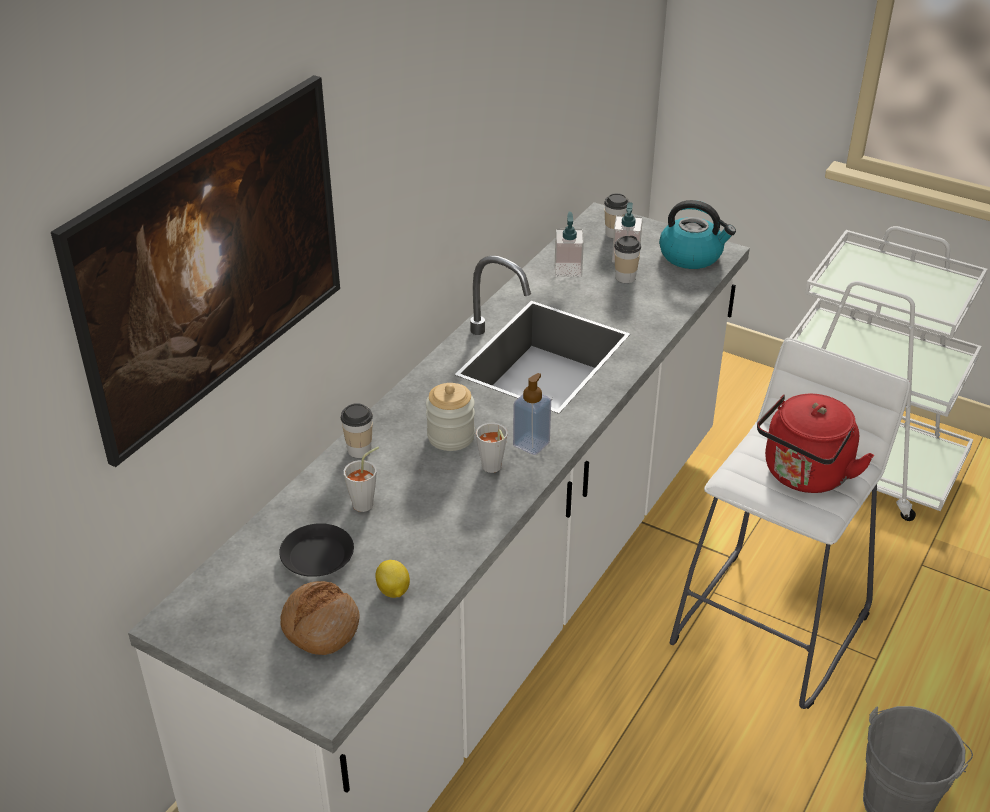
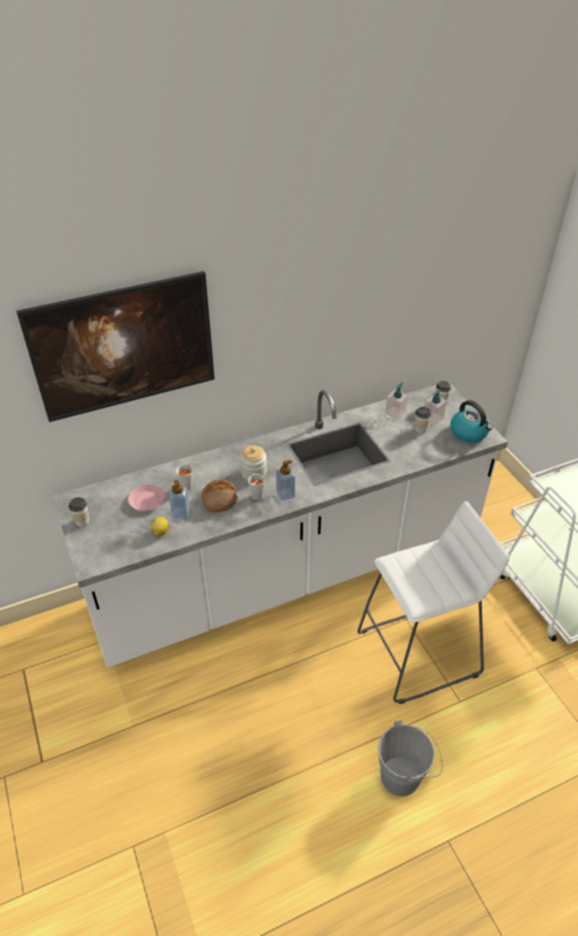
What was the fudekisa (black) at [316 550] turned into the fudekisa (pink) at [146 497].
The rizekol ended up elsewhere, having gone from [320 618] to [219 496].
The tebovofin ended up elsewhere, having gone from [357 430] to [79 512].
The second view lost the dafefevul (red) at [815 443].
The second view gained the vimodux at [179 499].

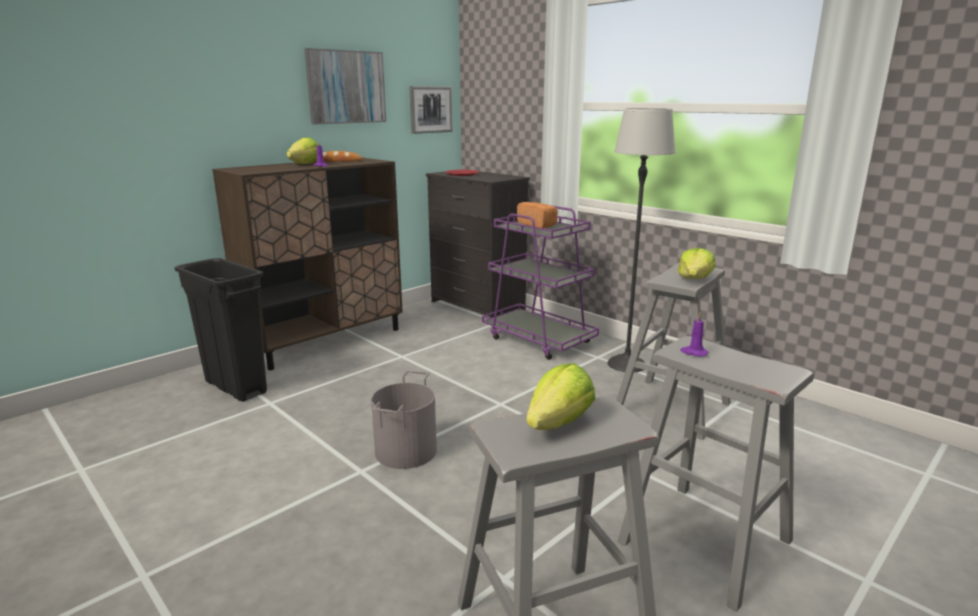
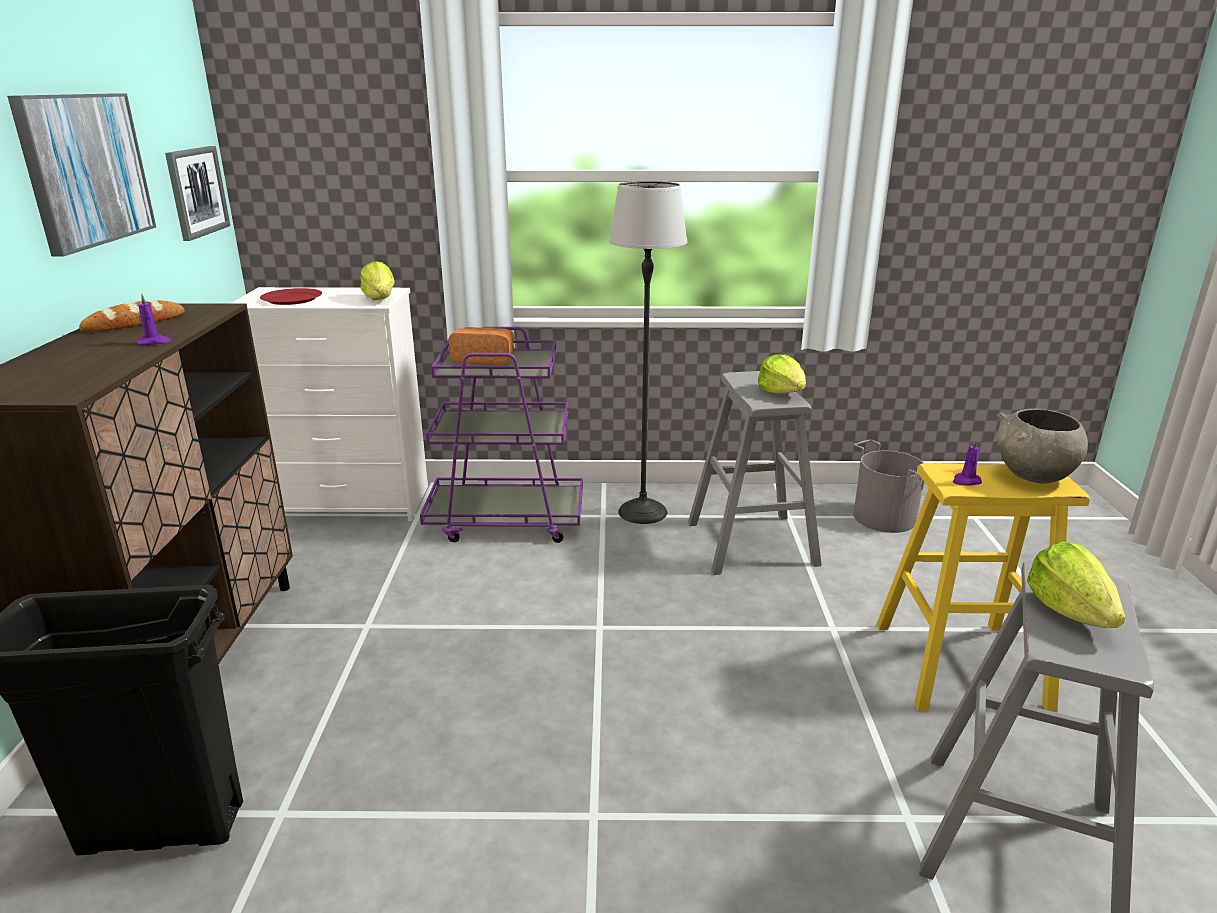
The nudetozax ended up elsewhere, having gone from [302 150] to [377 280].
The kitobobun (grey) ended up elsewhere, having gone from [404 419] to [888 486].
What was the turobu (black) at [478 243] turned into the turobu (white) at [329 404].
What was the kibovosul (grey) at [716 474] turned into the kibovosul (yellow) at [983 587].
The second view gained the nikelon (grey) at [1041 446].

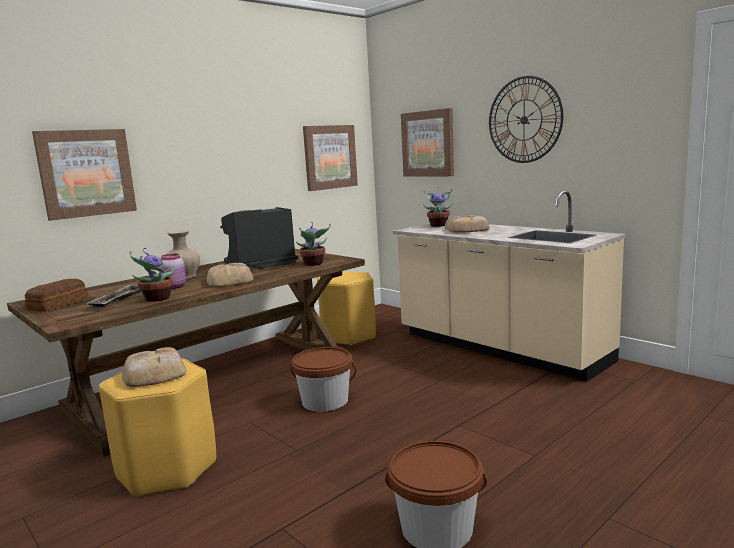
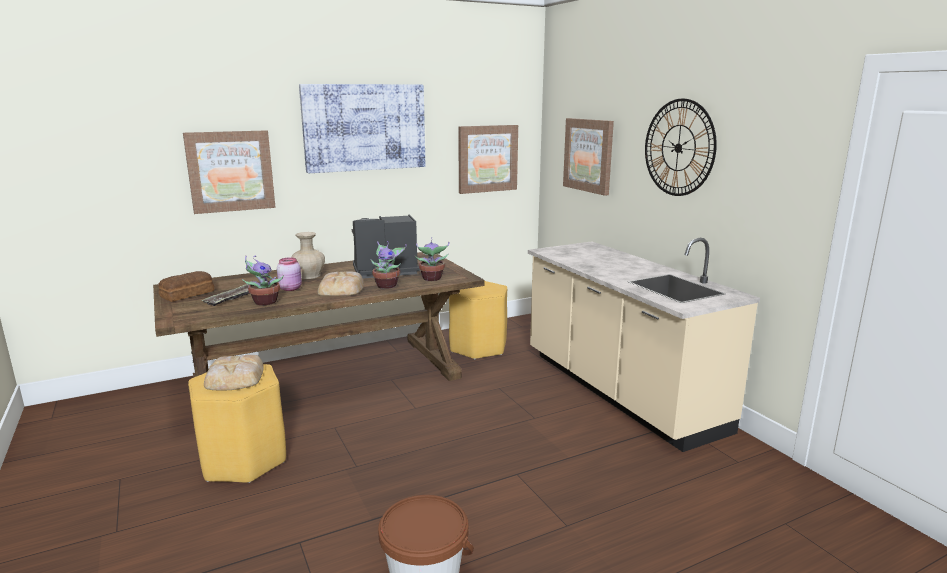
The second view lost the kitobobun (brown) at [323 379].
The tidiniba ended up elsewhere, having gone from [438 207] to [389 265].
The second view lost the rizekol at [467 224].
The second view gained the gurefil at [362 128].

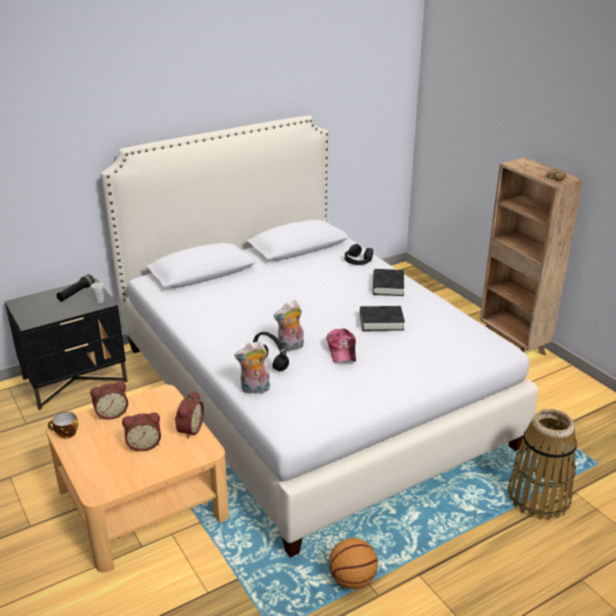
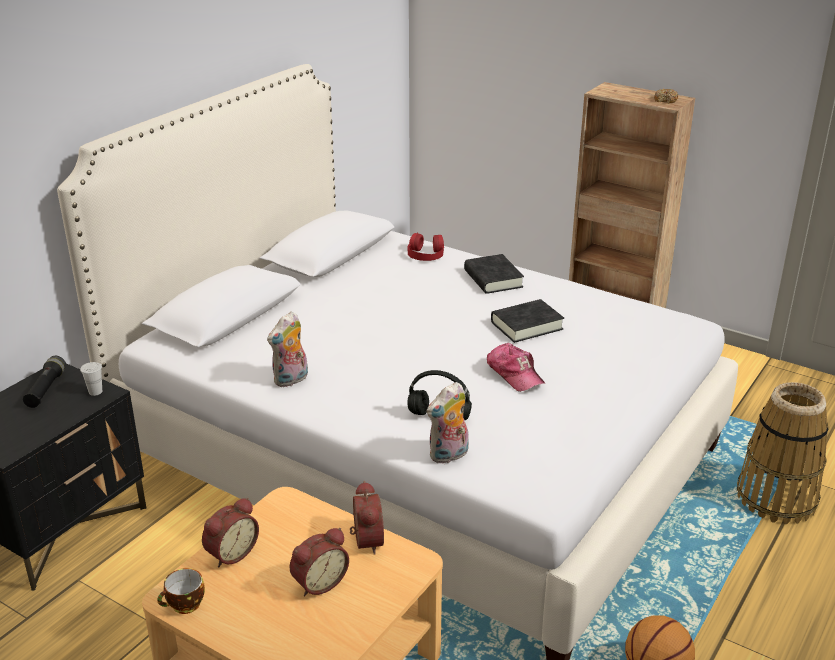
The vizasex ended up elsewhere, having gone from [288 325] to [287 349].
What was the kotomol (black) at [359 254] turned into the kotomol (red) at [425 247].

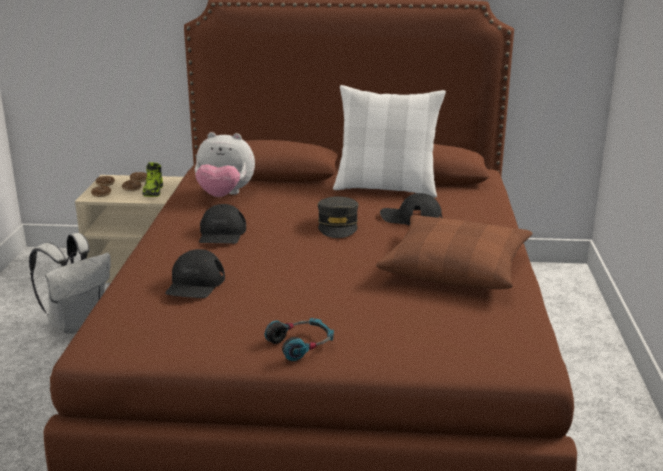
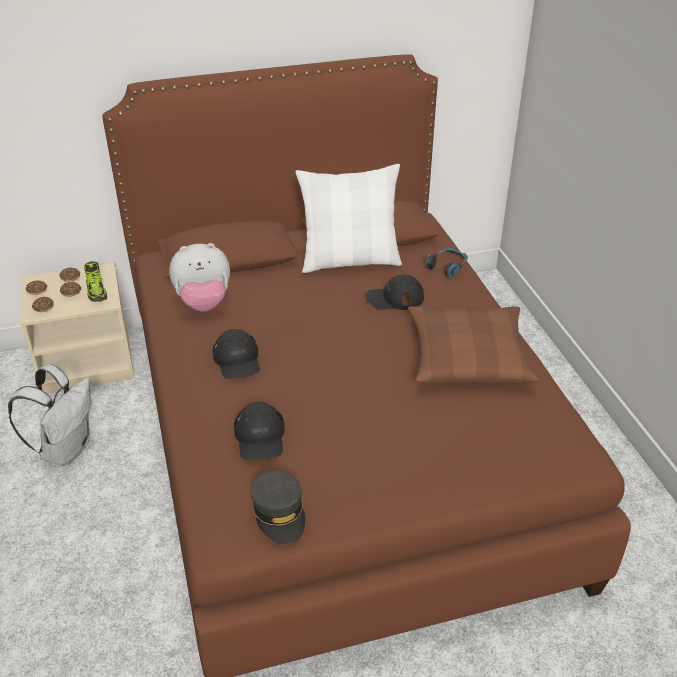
The kotomol ended up elsewhere, having gone from [299 339] to [446 263].
The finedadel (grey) ended up elsewhere, having gone from [338 217] to [278 507].

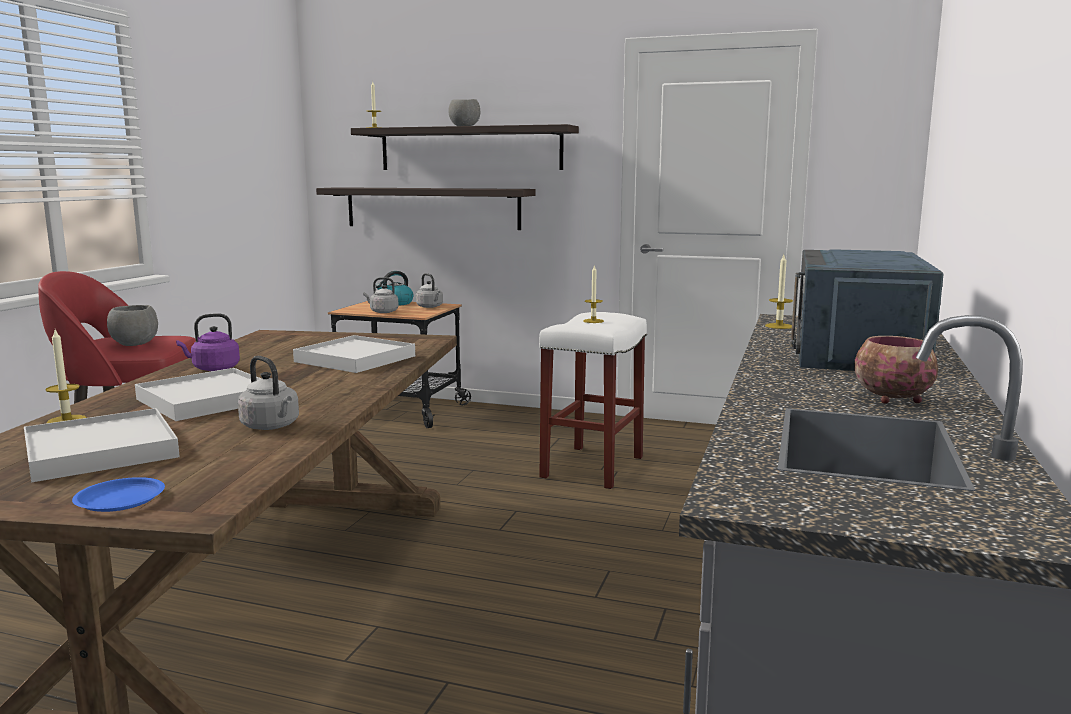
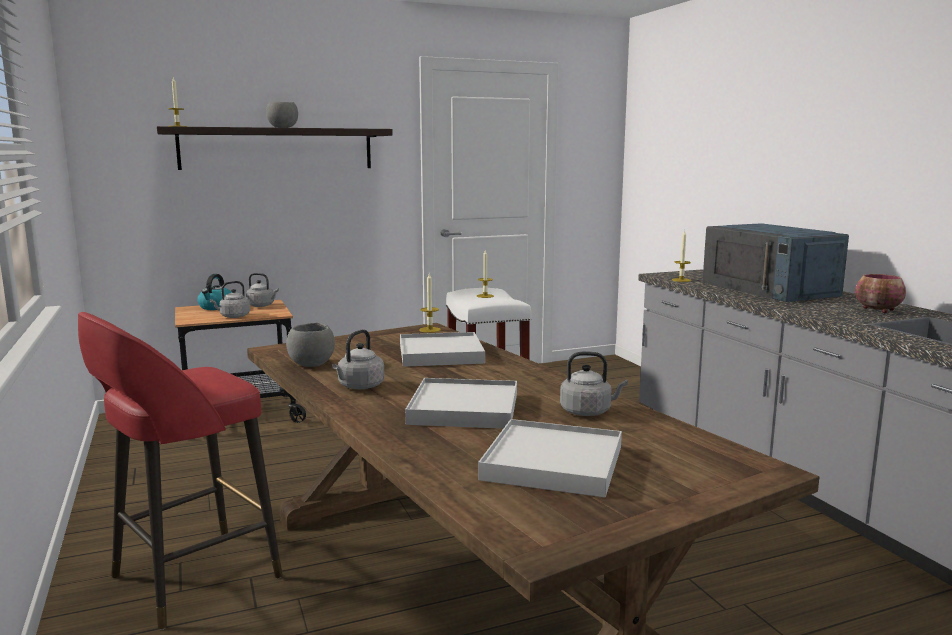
The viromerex ended up elsewhere, having gone from [66 376] to [430 303].
The second view lost the fudekisa (blue) at [118 494].
The nikelon (grey) ended up elsewhere, having gone from [132 325] to [310 345].
What was the dafefevul (purple) at [208 342] turned into the dafefevul (grey) at [358 359].
The second view lost the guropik at [426 208].

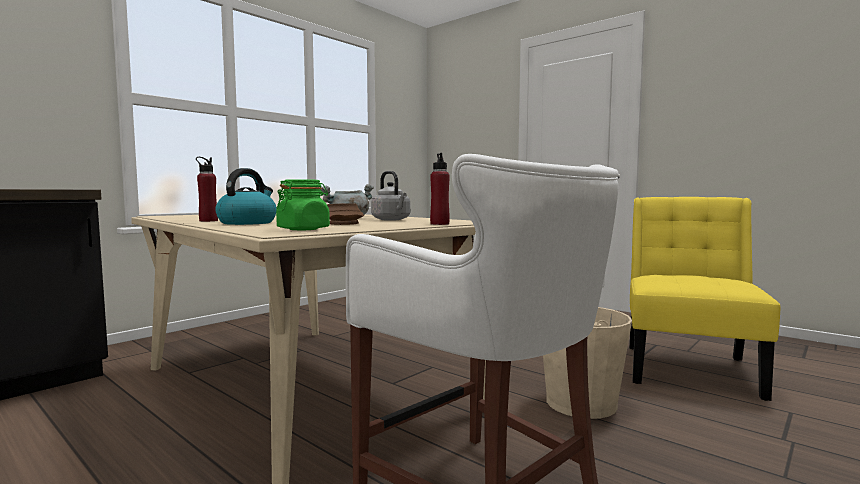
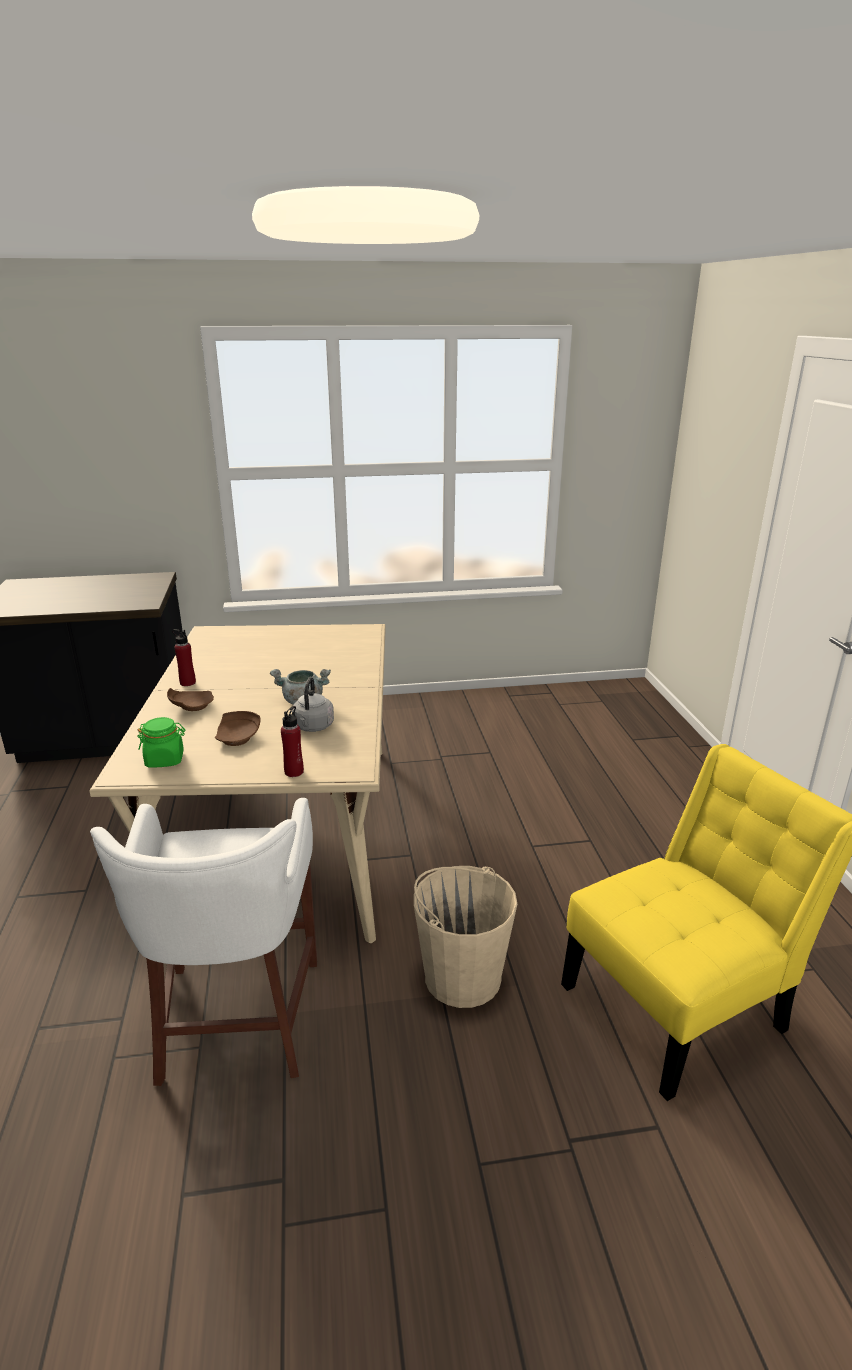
Where the dafefevul stood at [246 196], the fudekisa (brown) came to stand at [190 699].

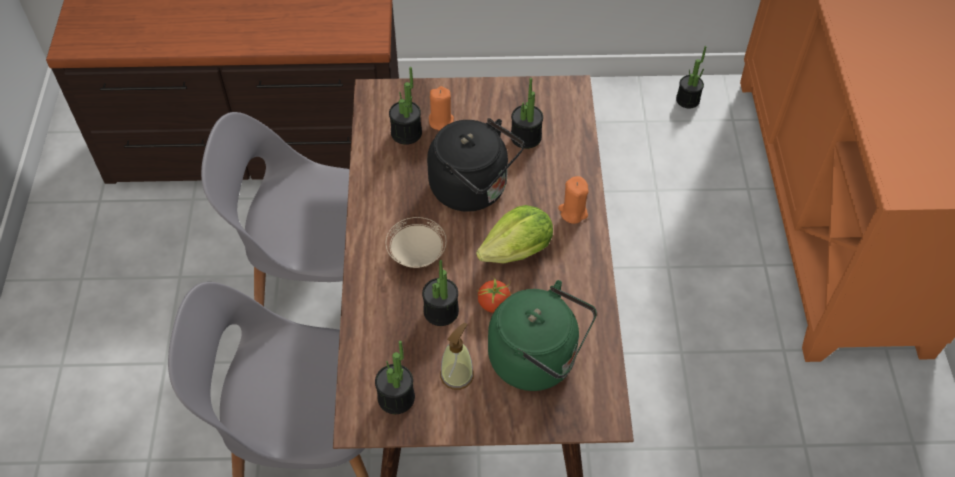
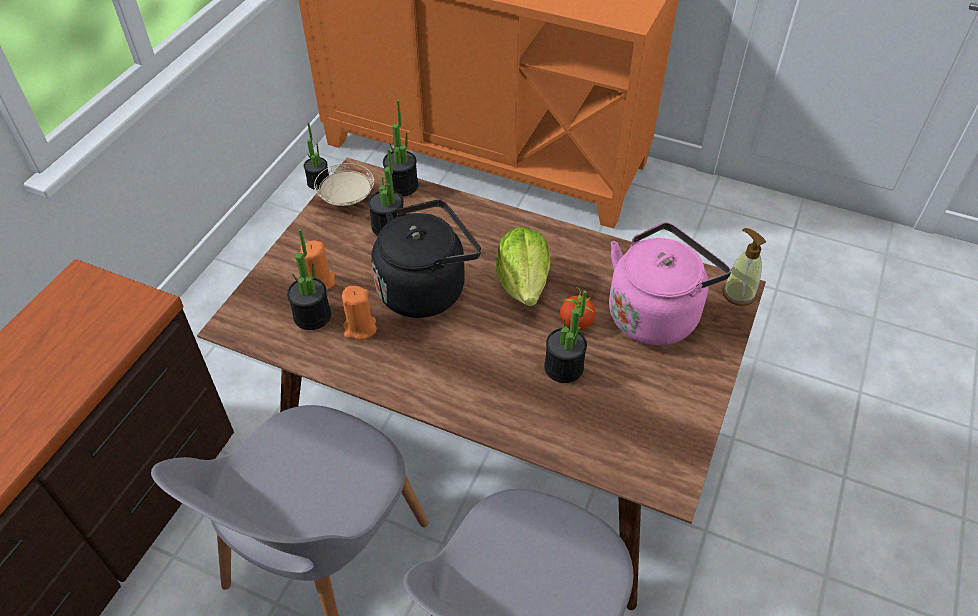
The tidiniba ended up elsewhere, having gone from [395 377] to [400 148].
The fudekisa (beige) ended up elsewhere, having gone from [416 242] to [344 184].
The vimodux ended up elsewhere, having gone from [457 356] to [744 267].
What was the dafefevul (green) at [542 335] turned into the dafefevul (pink) at [670 284].
The viromerex (orange) ended up elsewhere, having gone from [573 200] to [359 313].

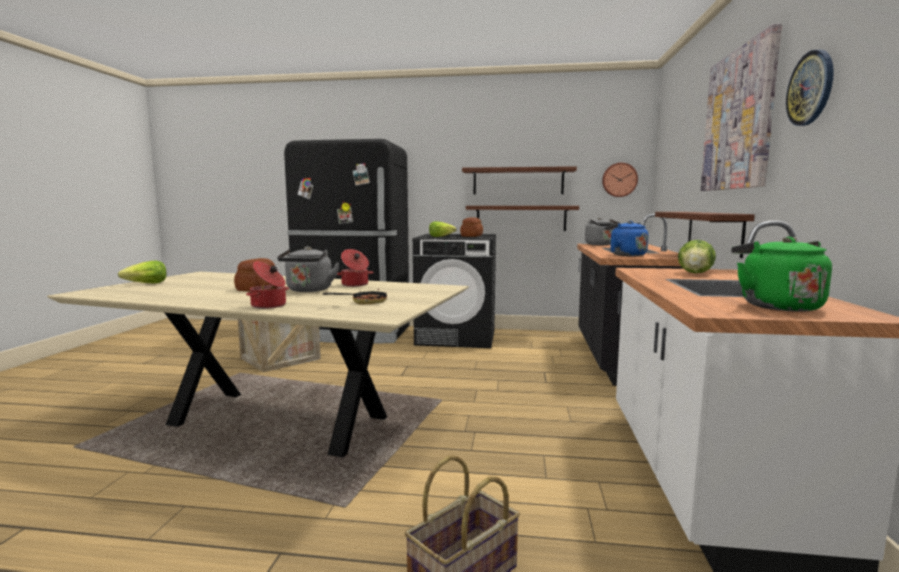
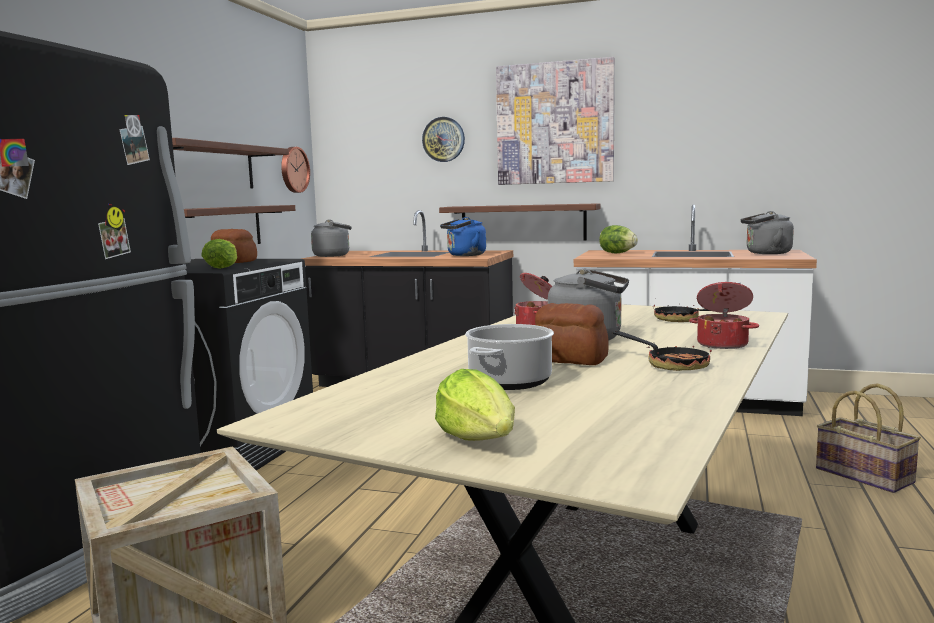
What was the dafefevul (green) at [781 274] turned into the dafefevul (grey) at [767 232].
The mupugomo ended up elsewhere, having gone from [810 88] to [443 139].
The second view gained the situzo at [509 357].
The second view gained the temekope at [662 351].

